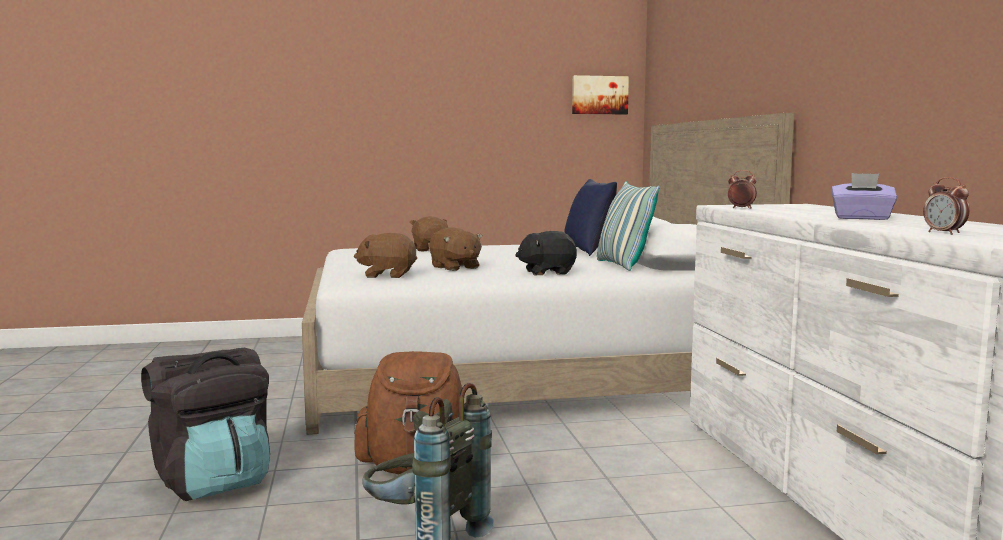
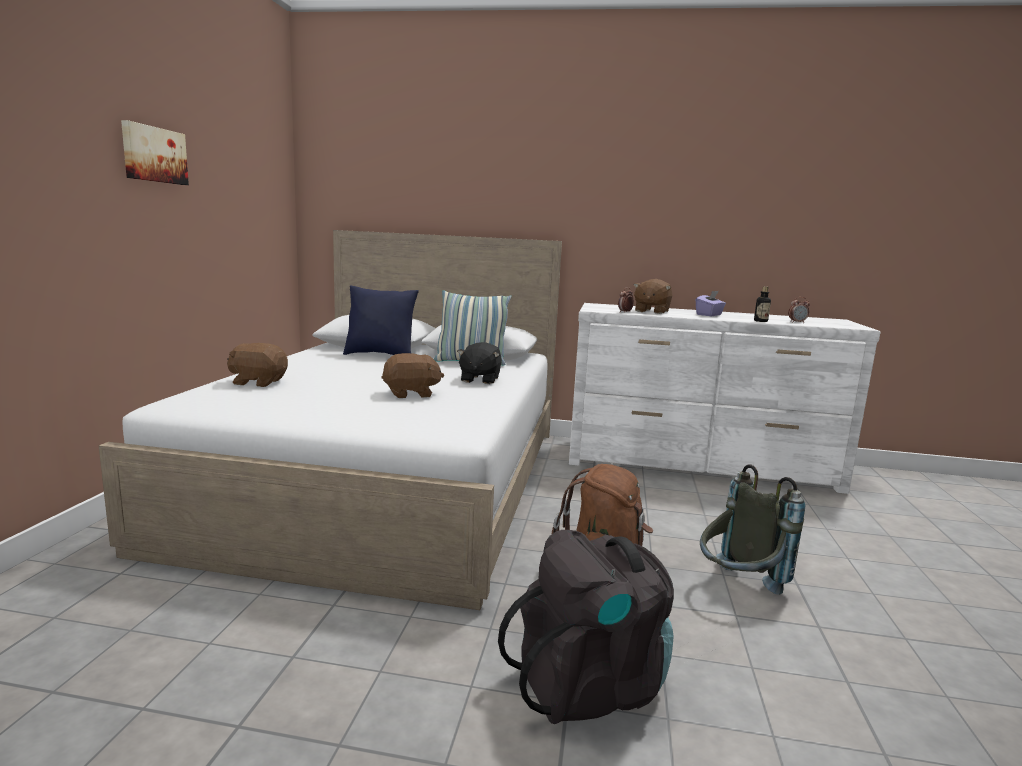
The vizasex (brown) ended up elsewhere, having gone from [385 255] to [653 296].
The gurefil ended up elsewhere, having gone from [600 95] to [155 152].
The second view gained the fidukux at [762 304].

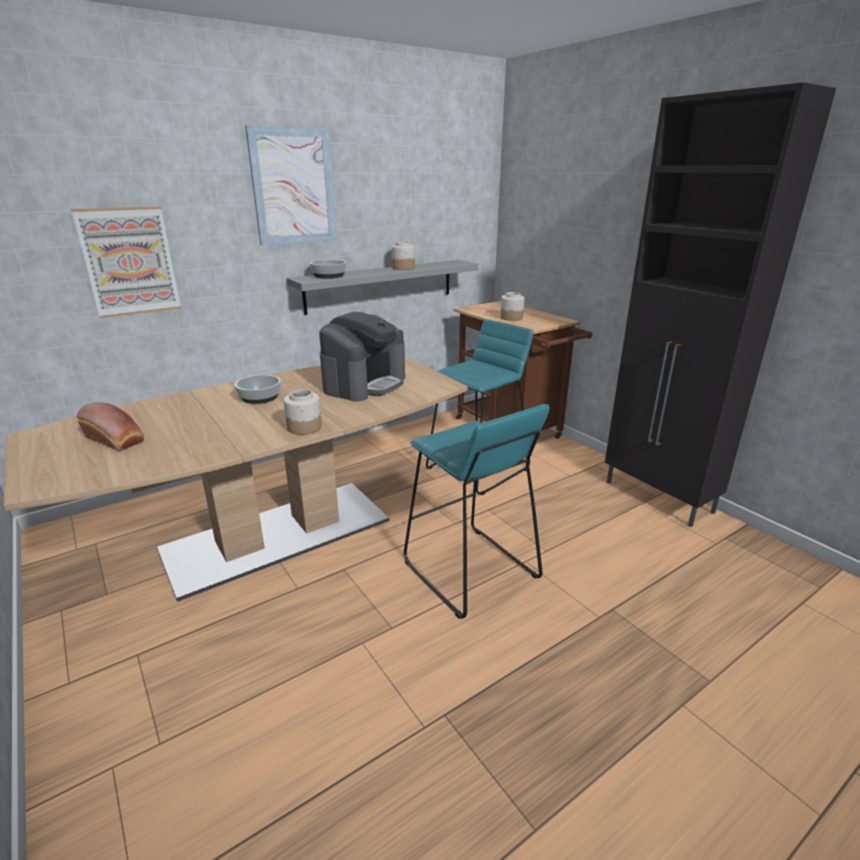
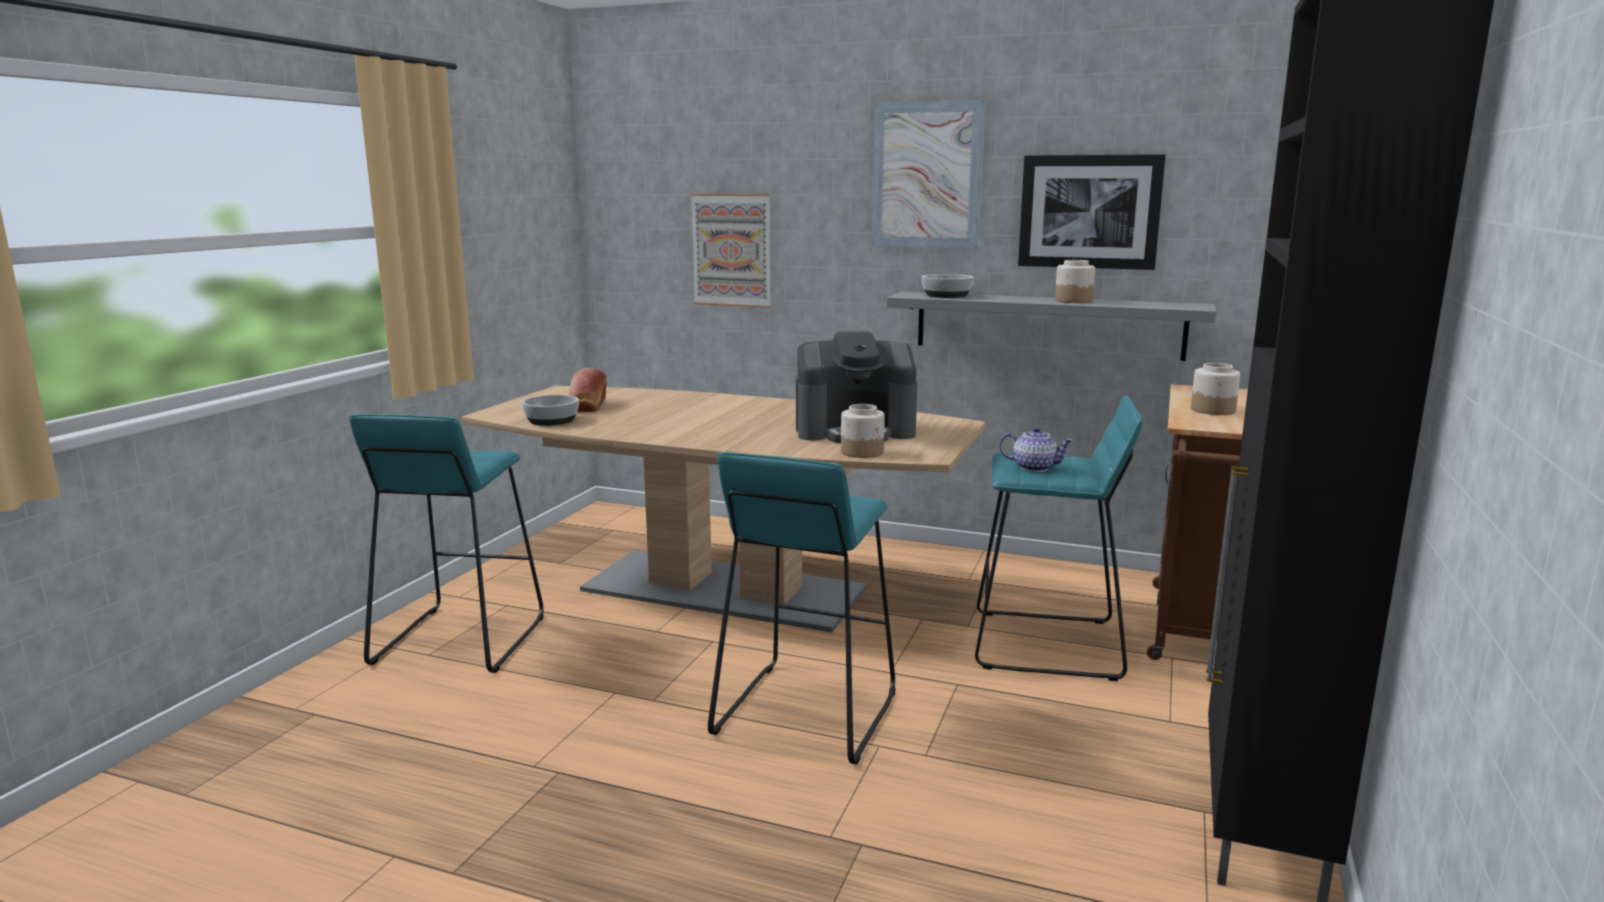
The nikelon ended up elsewhere, having gone from [257 389] to [550 410].
The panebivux ended up elsewhere, having gone from [303 412] to [863 431].
The second view gained the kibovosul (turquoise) at [446 543].
The second view gained the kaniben at [1036 449].
The second view gained the gurefil at [1092 212].

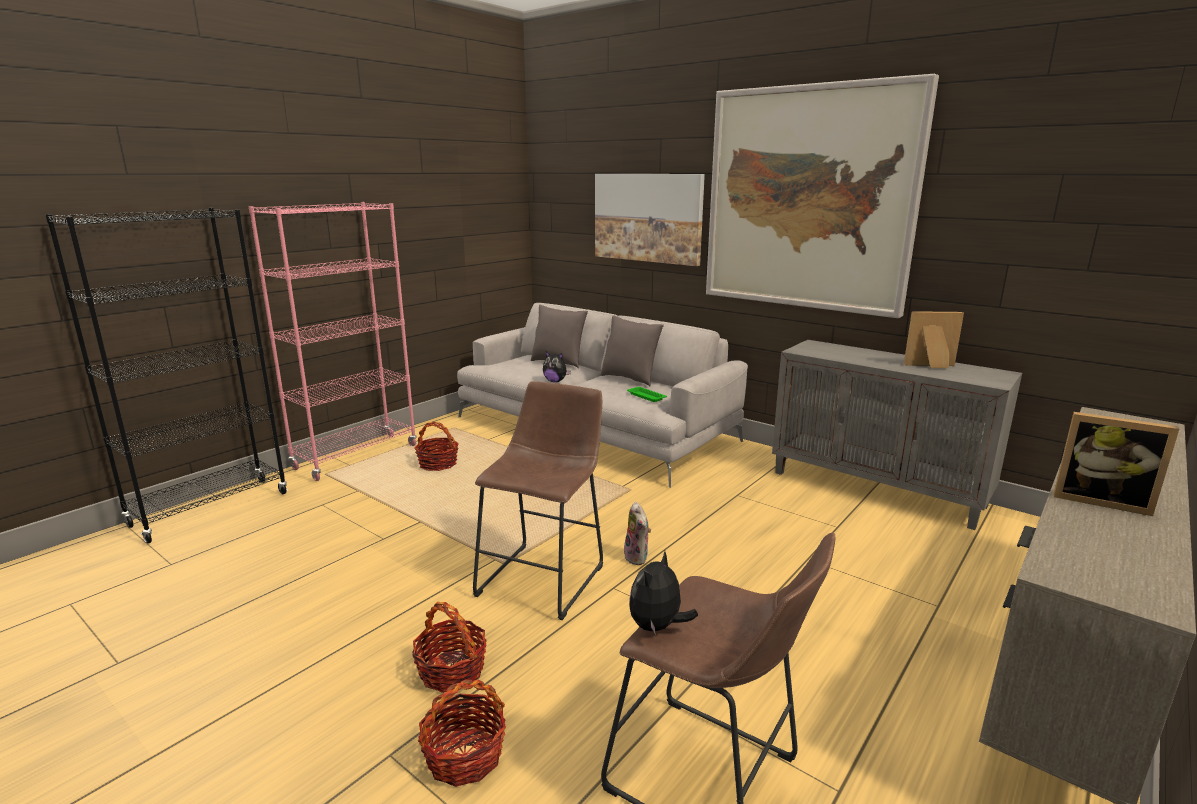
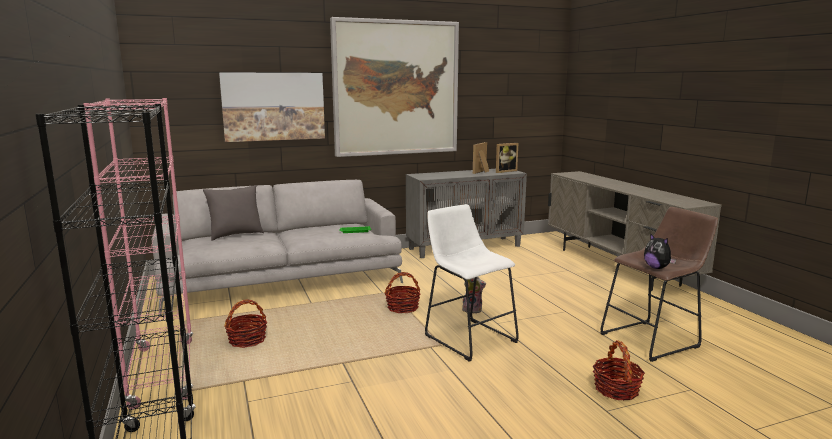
The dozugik ended up elsewhere, having gone from [449 647] to [402 292].
What was the kibovosul (brown) at [538 500] turned into the kibovosul (white) at [472 283].
The second view lost the vizasex at [557 366].
The second view lost the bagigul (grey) at [632 350].
The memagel ended up elsewhere, having gone from [1116 464] to [507 158].

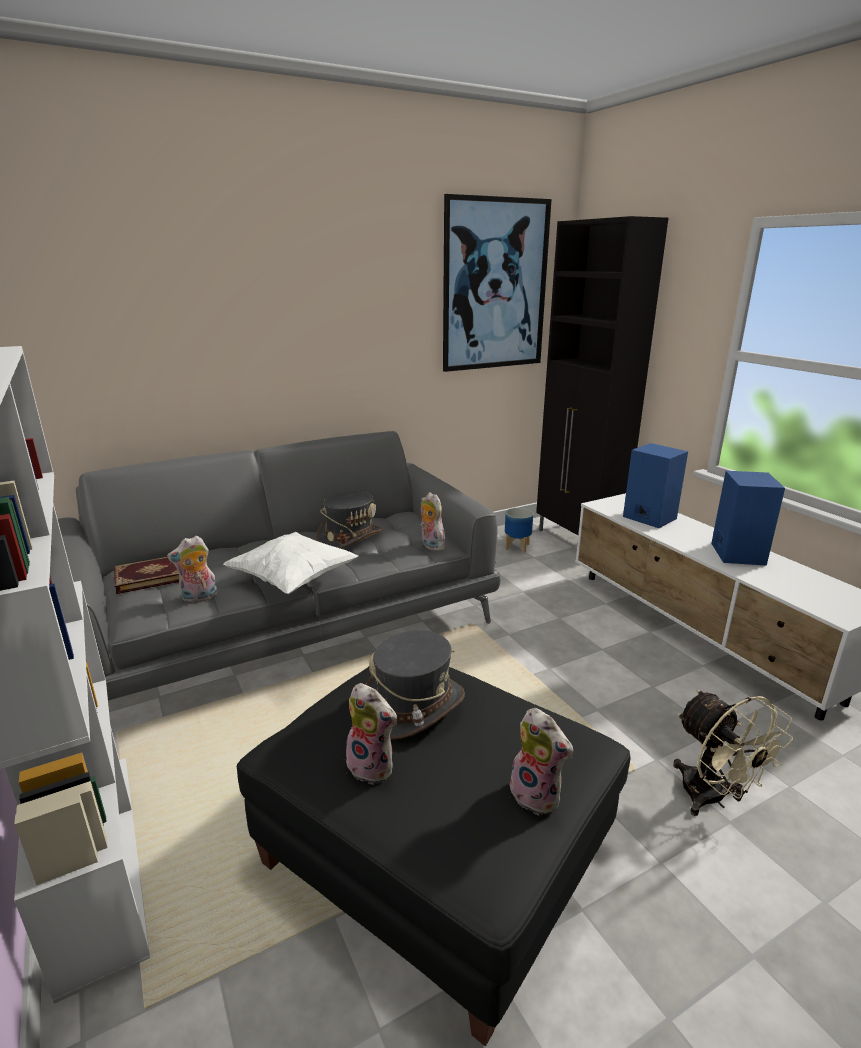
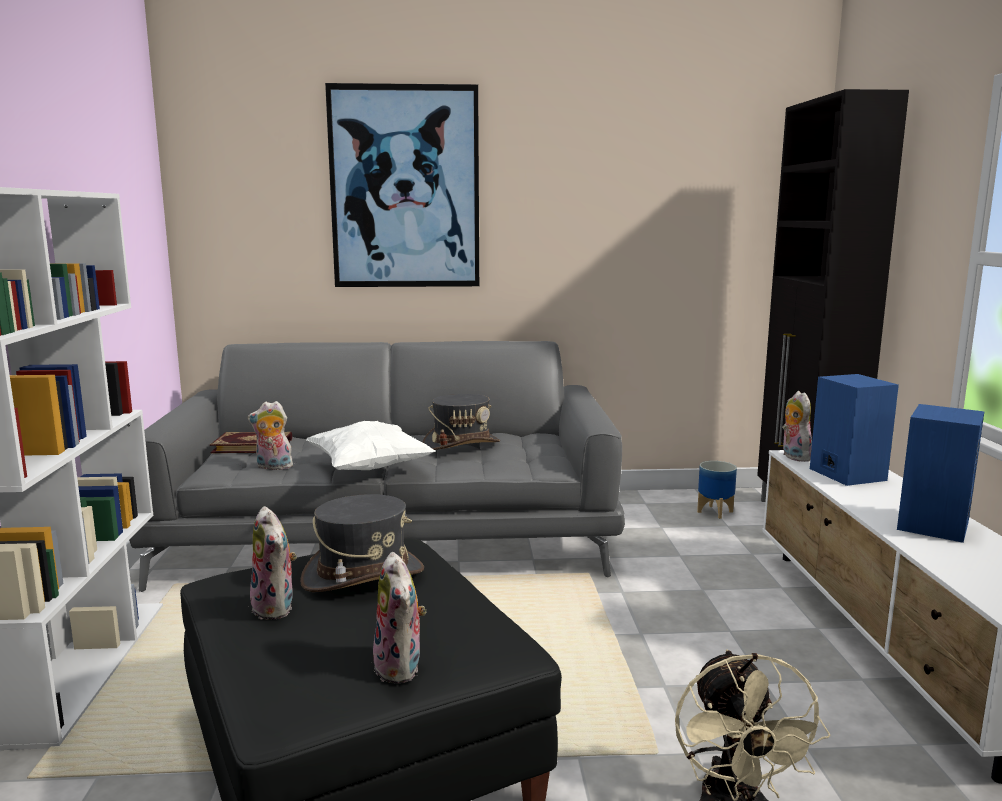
The vizasex ended up elsewhere, having gone from [432 521] to [797 426].
The gurefil ended up elsewhere, having gone from [497 283] to [402 185].

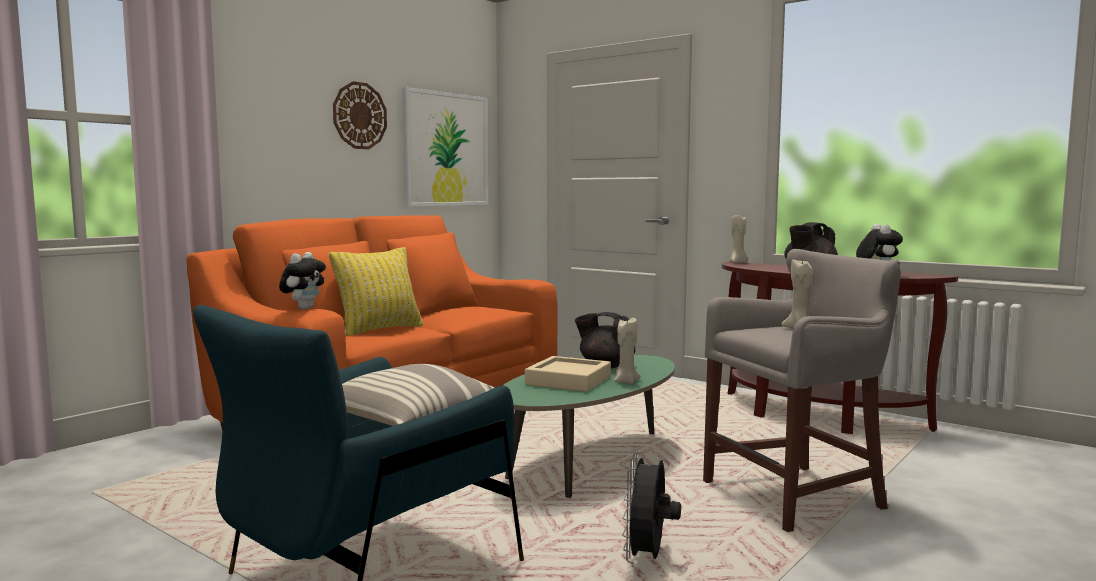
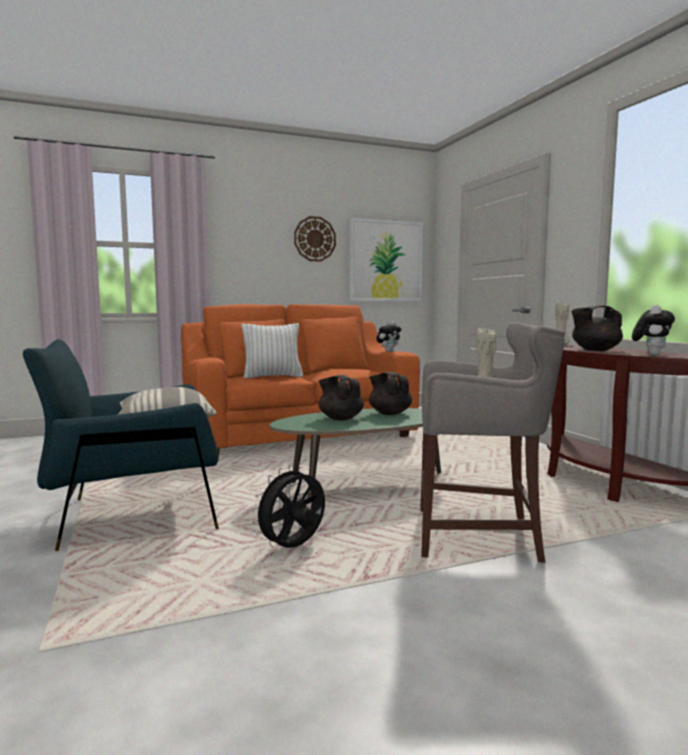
The vizasex ended up elsewhere, having gone from [302 281] to [389 336].
What was the bagigul (yellow) at [376 291] turned into the bagigul (white) at [272 350].
Where the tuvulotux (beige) stood at [568 374], the kaniben (black) came to stand at [341 397].
The second view lost the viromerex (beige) at [627 351].

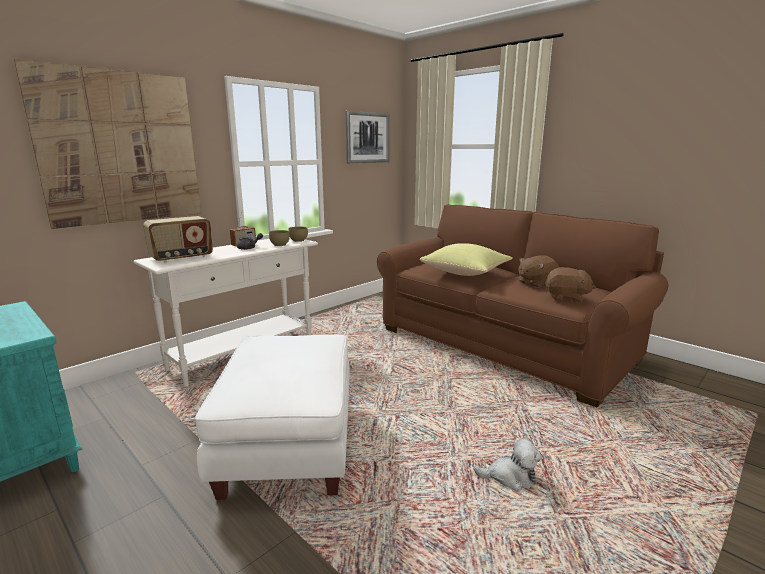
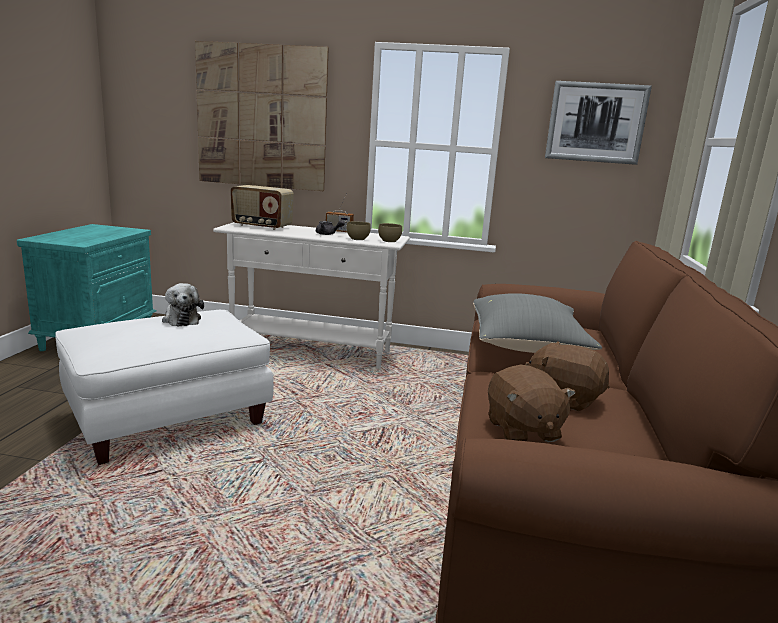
What was the bagigul (yellow) at [466 259] turned into the bagigul (grey) at [537 323].
The vizasex ended up elsewhere, having gone from [508 465] to [183 305].

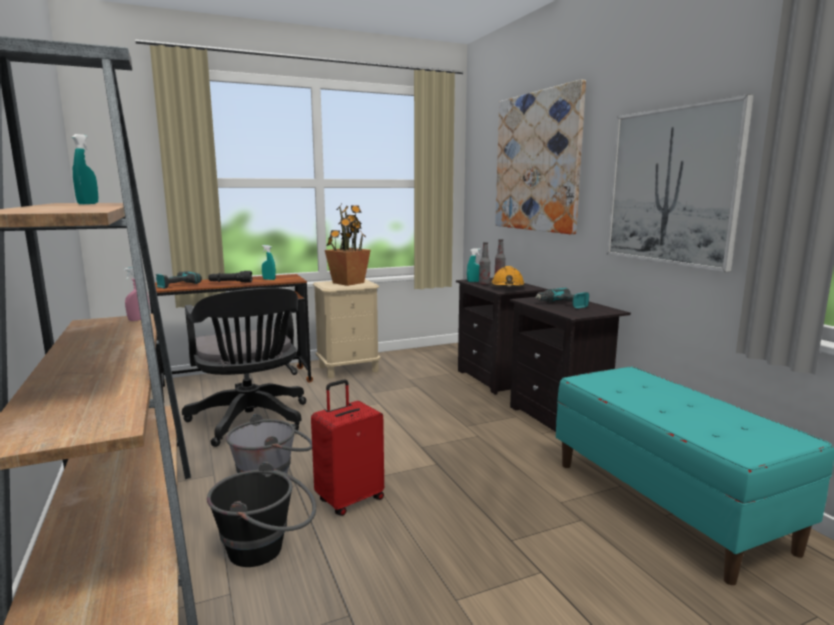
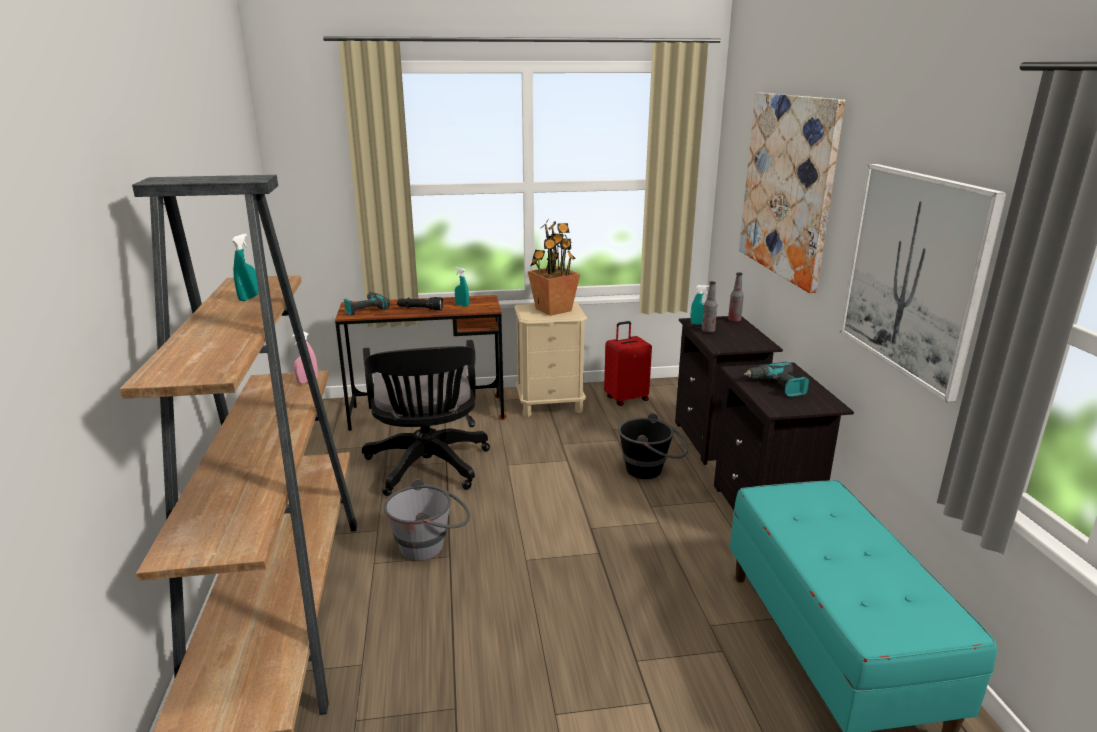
The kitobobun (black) ended up elsewhere, having gone from [261 514] to [653 446].
The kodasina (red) ended up elsewhere, having gone from [347 447] to [628 363].
The second view lost the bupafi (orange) at [508 276].

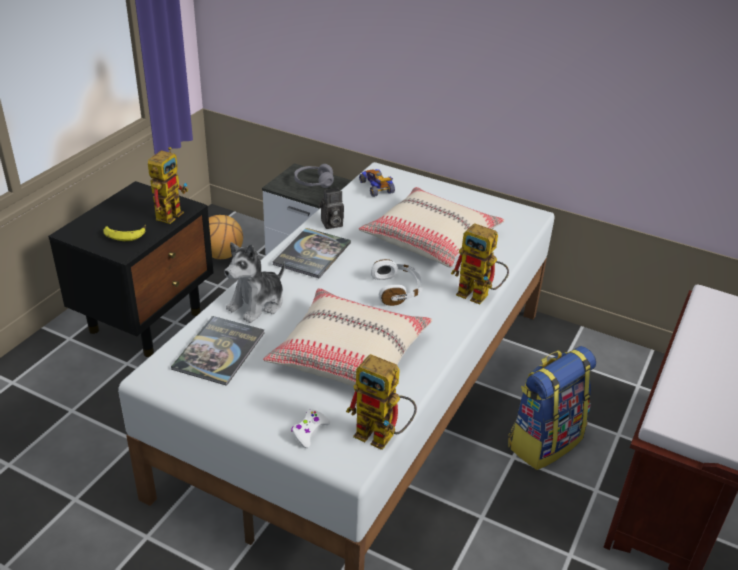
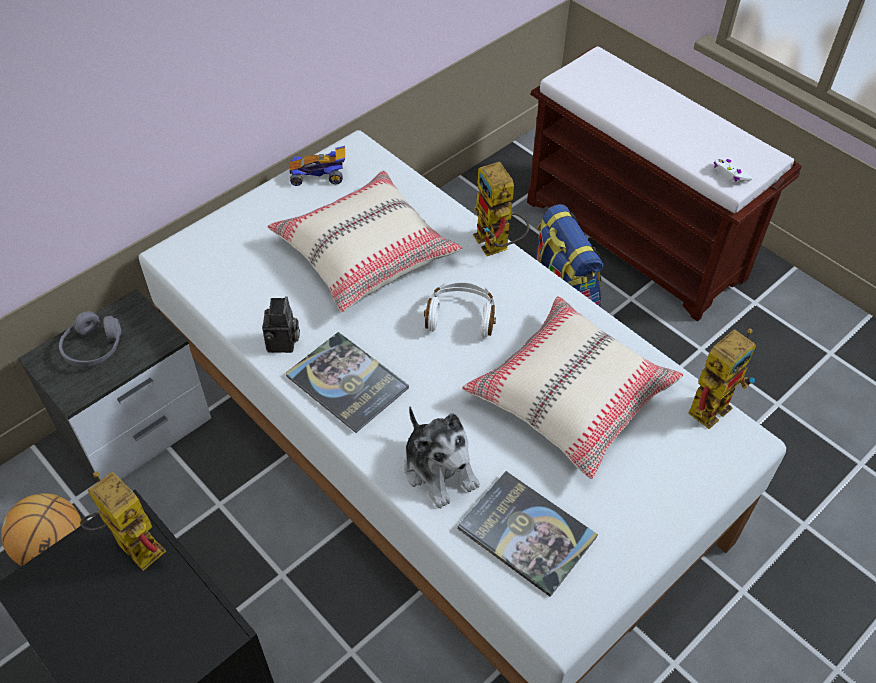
The second view lost the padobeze at [124 233].
The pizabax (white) ended up elsewhere, having gone from [310 428] to [733 170].
The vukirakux ended up elsewhere, having gone from [377 183] to [317 166].
The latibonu at [480 264] ended up facing another way, 105 degrees clockwise from before.

